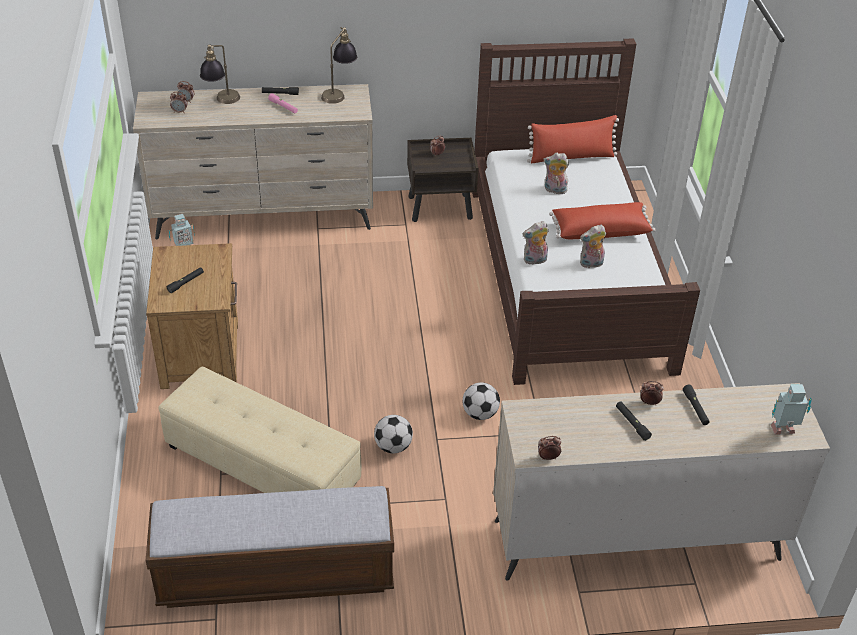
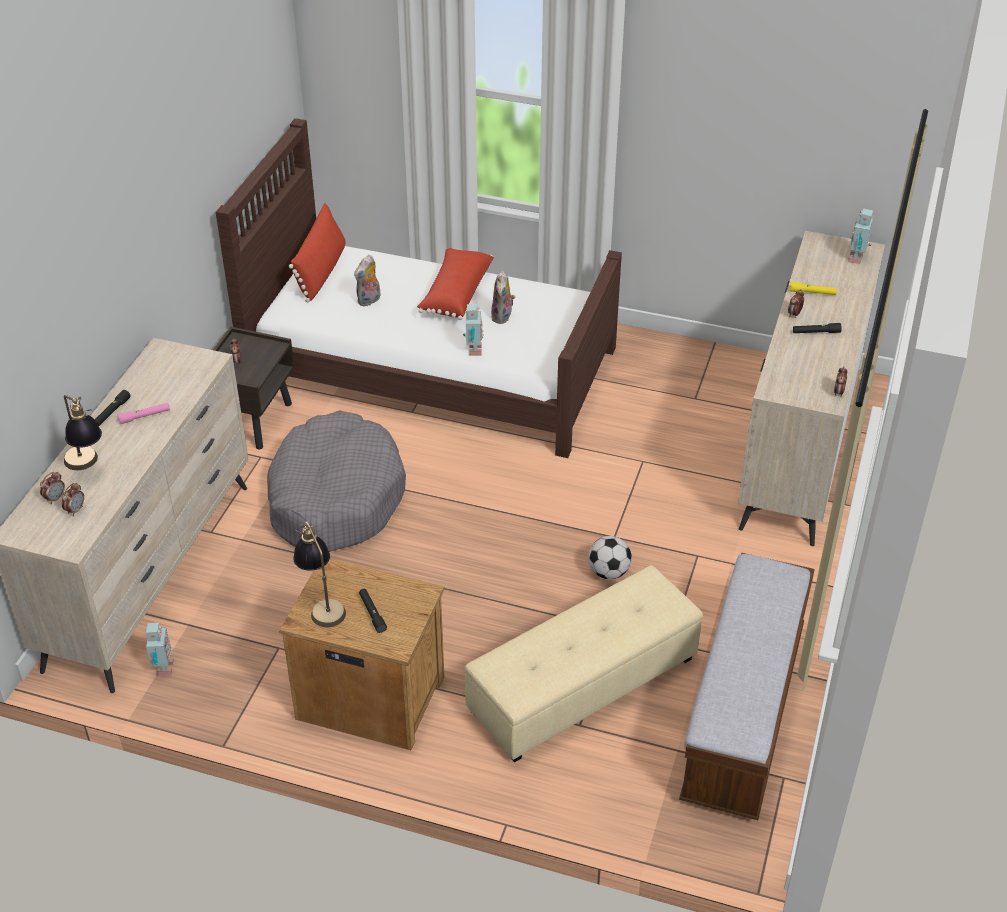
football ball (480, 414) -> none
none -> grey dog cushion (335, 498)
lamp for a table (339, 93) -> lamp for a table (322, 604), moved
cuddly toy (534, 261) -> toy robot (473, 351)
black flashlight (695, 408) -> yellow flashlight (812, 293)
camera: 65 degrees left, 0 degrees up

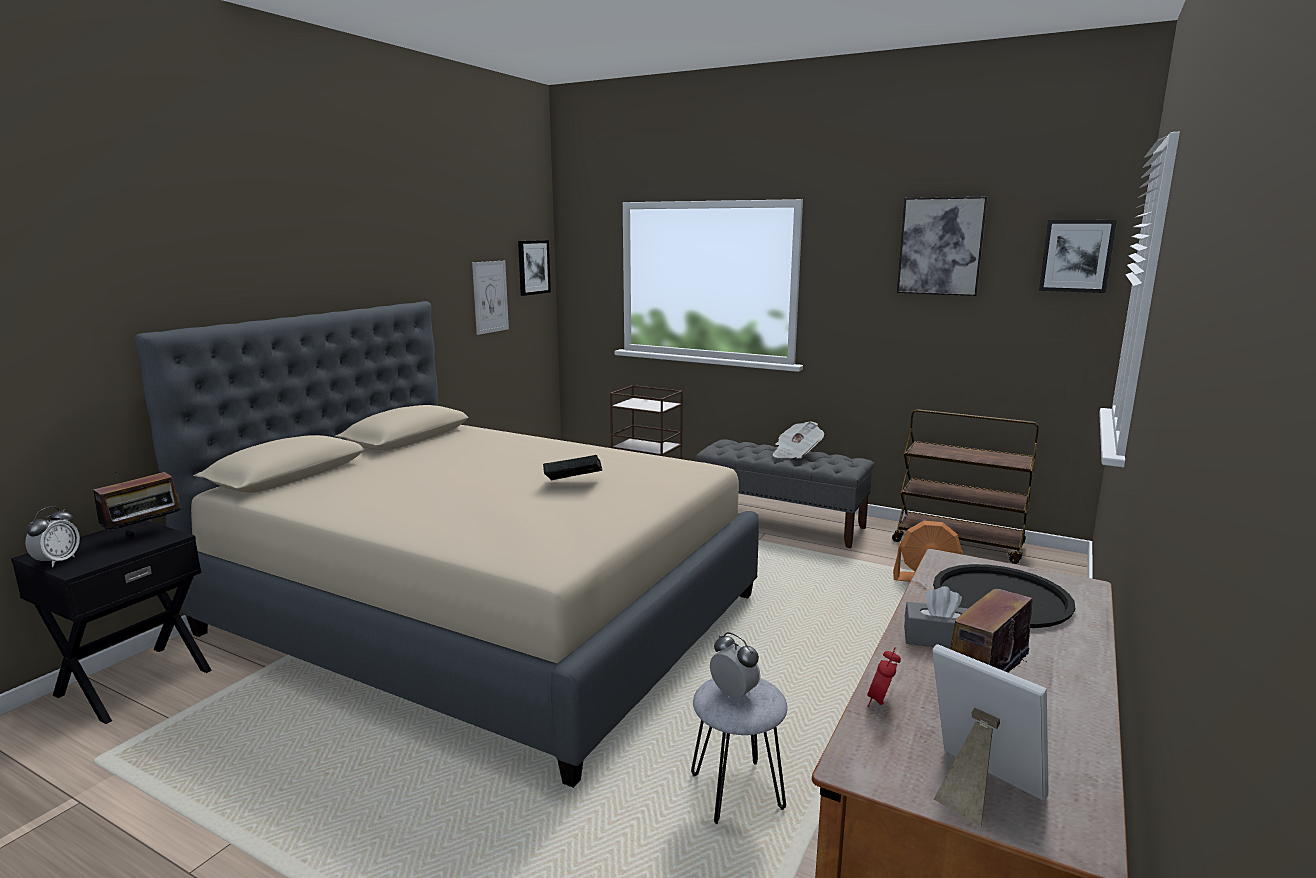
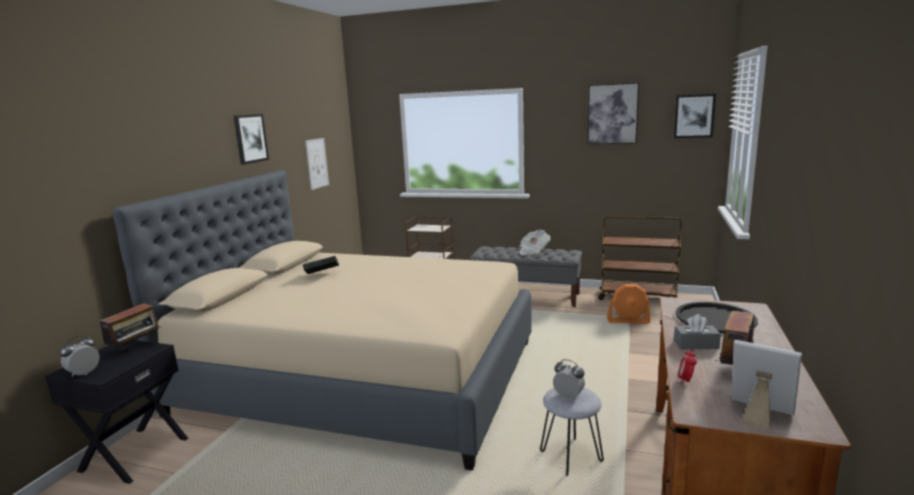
wall art (533, 267) -> wall art (250, 138), moved
bound book (573, 484) -> bound book (322, 275), moved
alarm clock (57, 561) -> alarm clock (84, 373), 150 degrees counterclockwise
camera: 10 degrees left, 0 degrees up

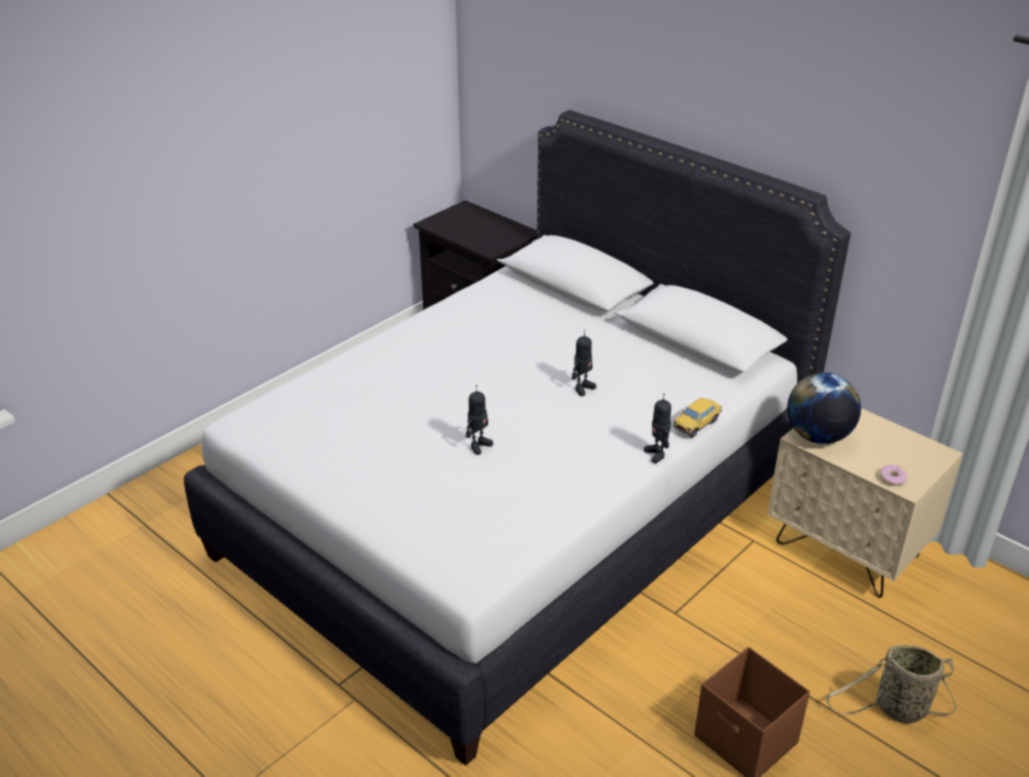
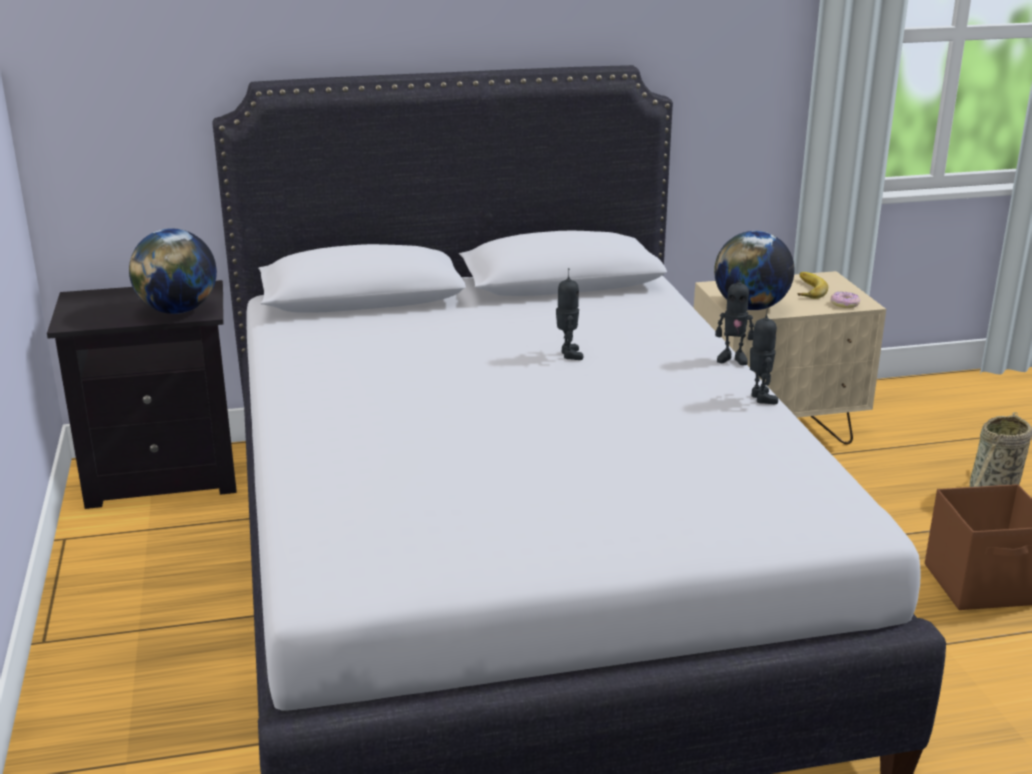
model car (696, 424) -> none
none -> desk globe (178, 311)
none -> banana fruit (805, 289)
toy robot (478, 445) -> toy robot (760, 398), moved
camera: 55 degrees left, 10 degrees down

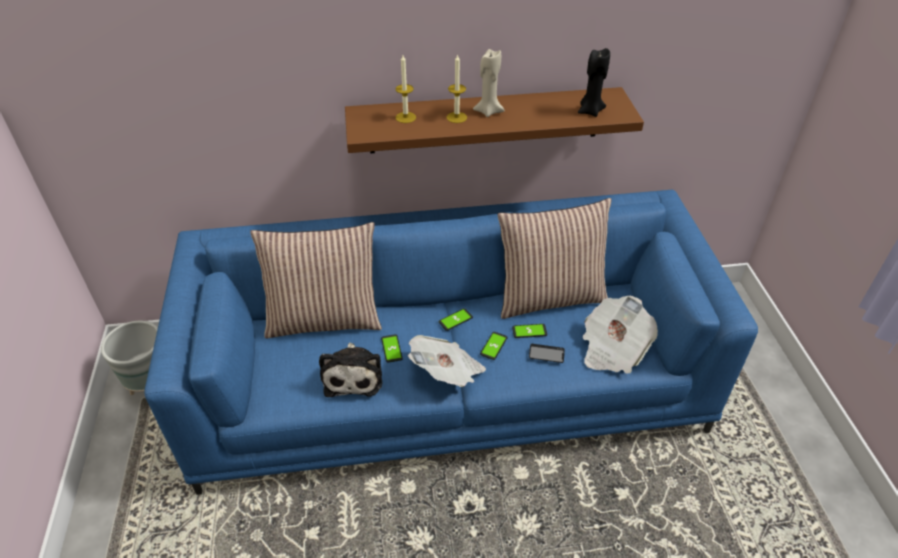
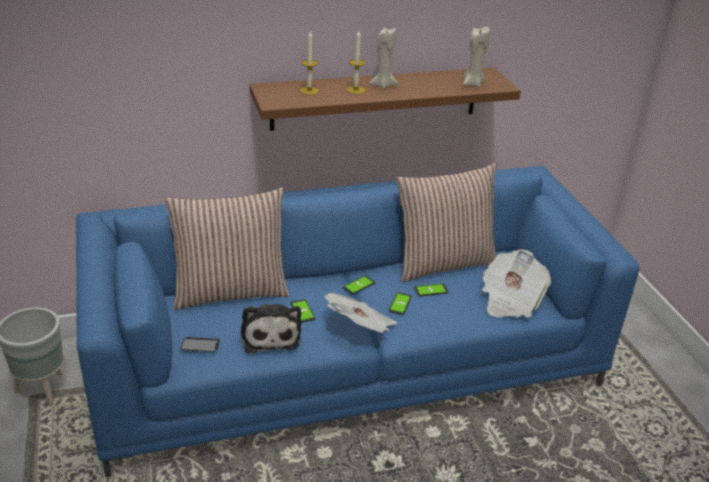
telephone (546, 354) -> telephone (200, 345), moved
black candle (590, 111) -> sand-coloured candle (472, 84)
camera: 10 degrees left, 10 degrees down

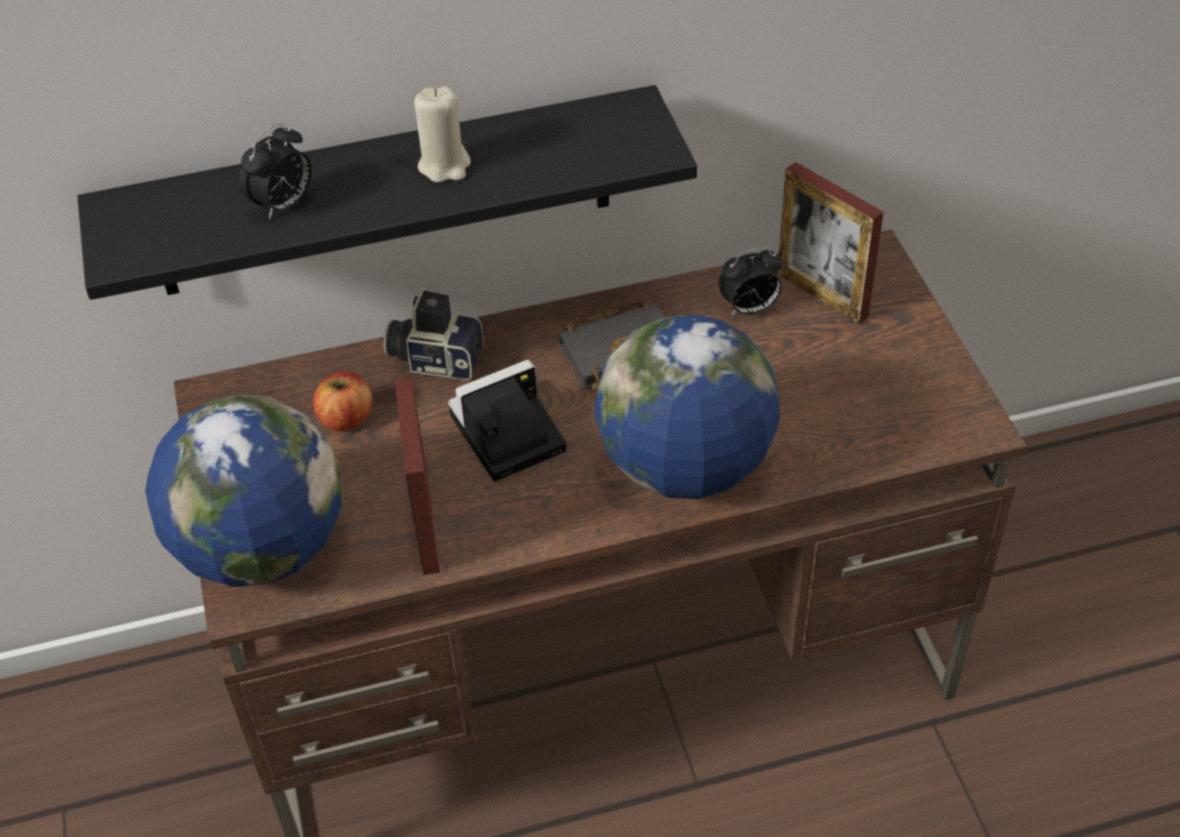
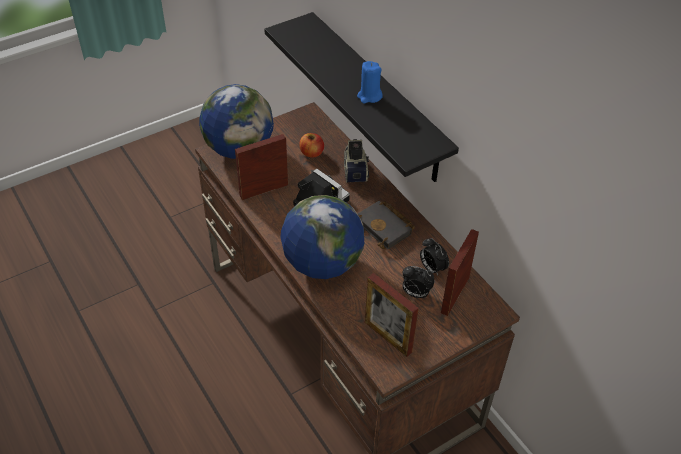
none -> photo frame (388, 337)
alarm clock (283, 205) -> alarm clock (415, 293), moved
sand-coloured candle (444, 165) -> blue candle (369, 96)
camera: 70 degrees right, 0 degrees up

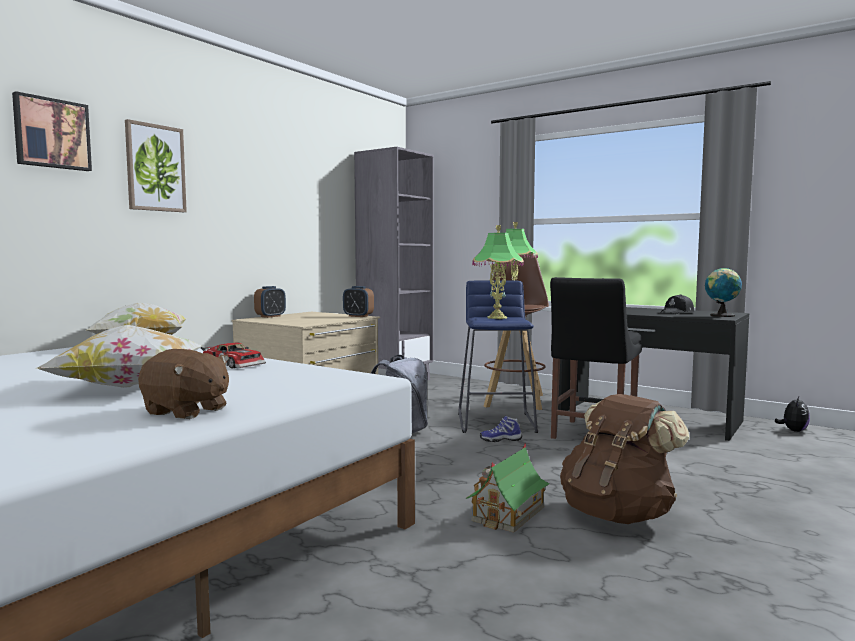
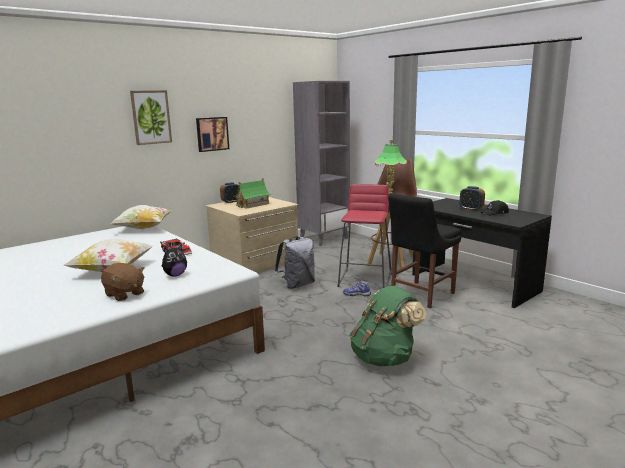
lamp for a table (496, 318) -> none
desk globe (721, 315) -> none
wall art (51, 133) -> wall art (212, 134), moved
alarm clock (358, 316) -> alarm clock (471, 209), moved
miniature house (508, 513) -> miniature house (252, 204), moved
cuddly toy (793, 430) -> cuddly toy (175, 275), moved
blue stool (497, 422) -> red stool (365, 279)
brownish knapsack (617, 514) -> green-coloured knapsack (384, 358)
camera: 15 degrees right, 10 degrees up

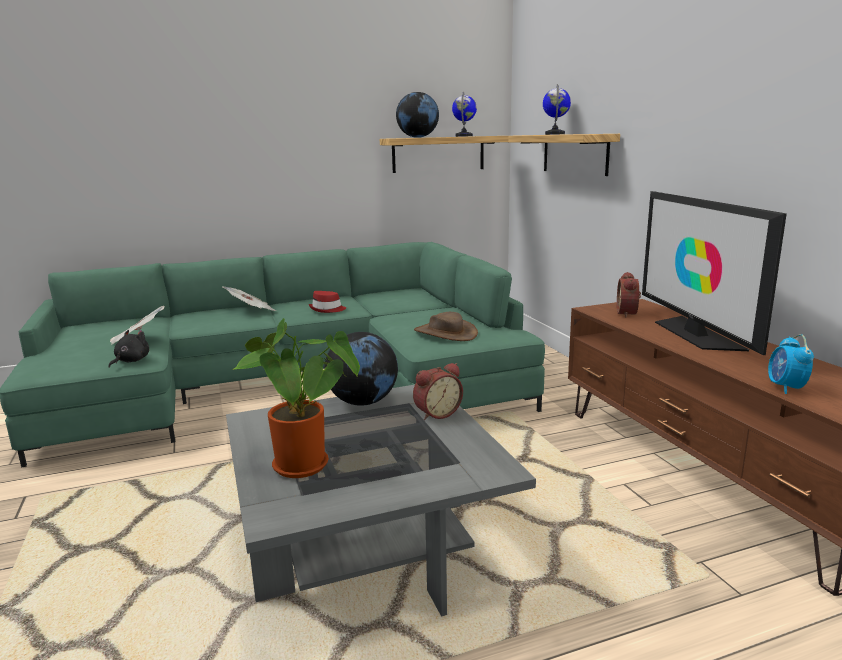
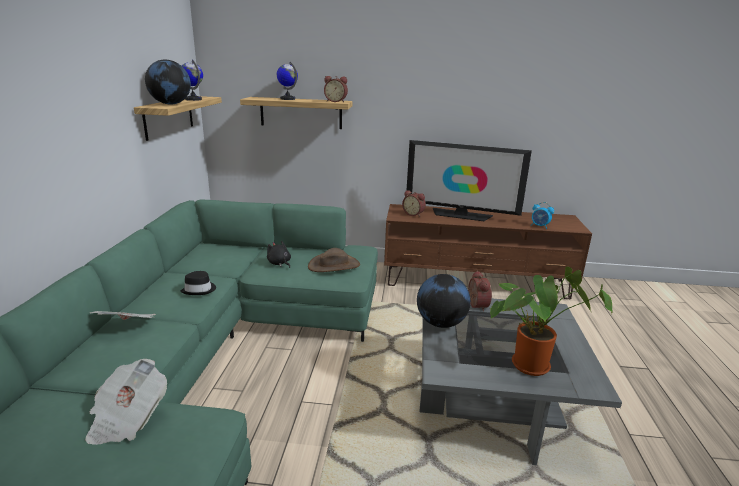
none -> alarm clock (336, 101)
black cuddly toy (131, 361) -> black cuddly toy (279, 263), moved
red clothing hat (327, 309) -> black clothing hat (199, 290)
camera: 65 degrees left, 5 degrees up

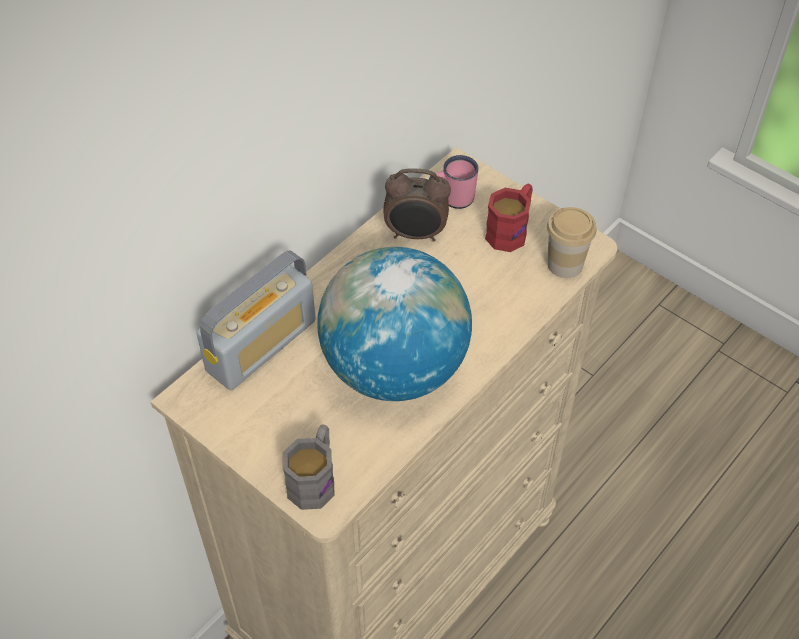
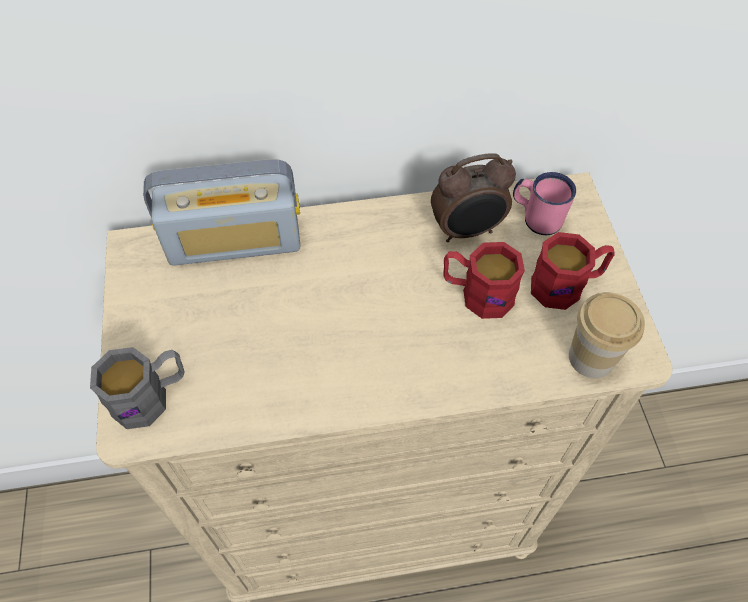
desk globe (394, 368) -> none
none -> red tea mug (477, 294)
alarm clock (416, 234) -> alarm clock (467, 231), 60 degrees counterclockwise
camera: 40 degrees right, 5 degrees up

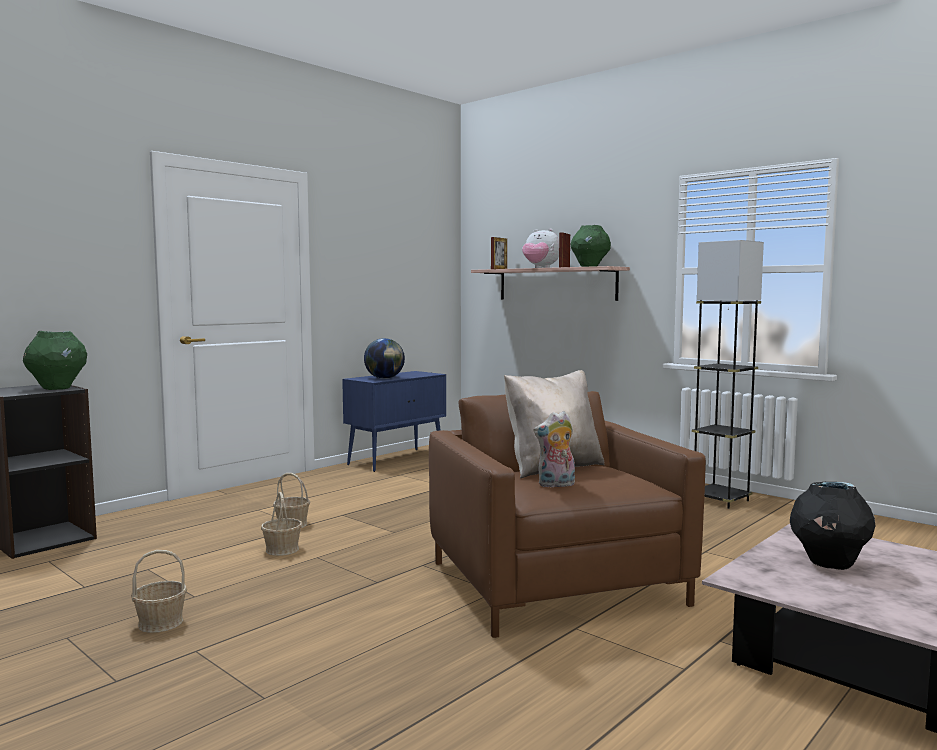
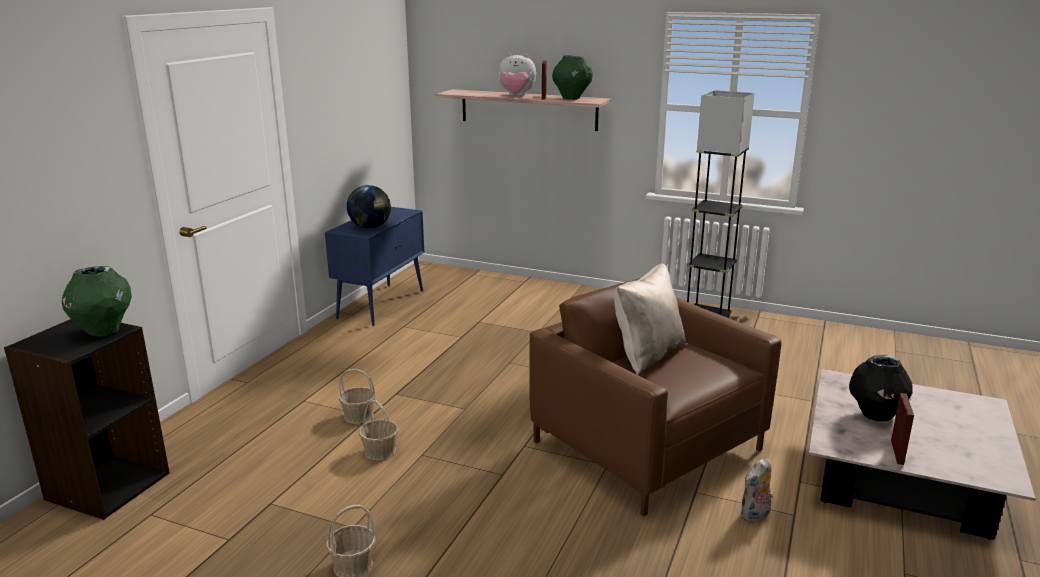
photo frame (499, 269) -> photo frame (897, 452), moved
cuddly toy (556, 485) -> cuddly toy (755, 516), moved
camera: 20 degrees left, 15 degrees up

